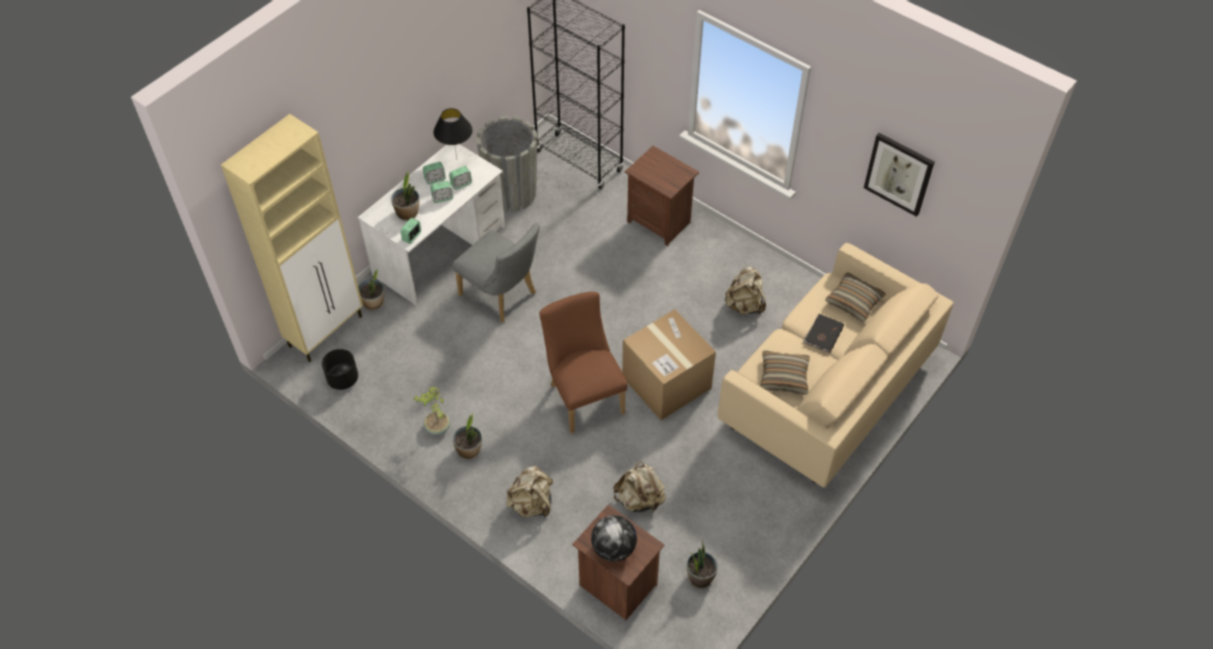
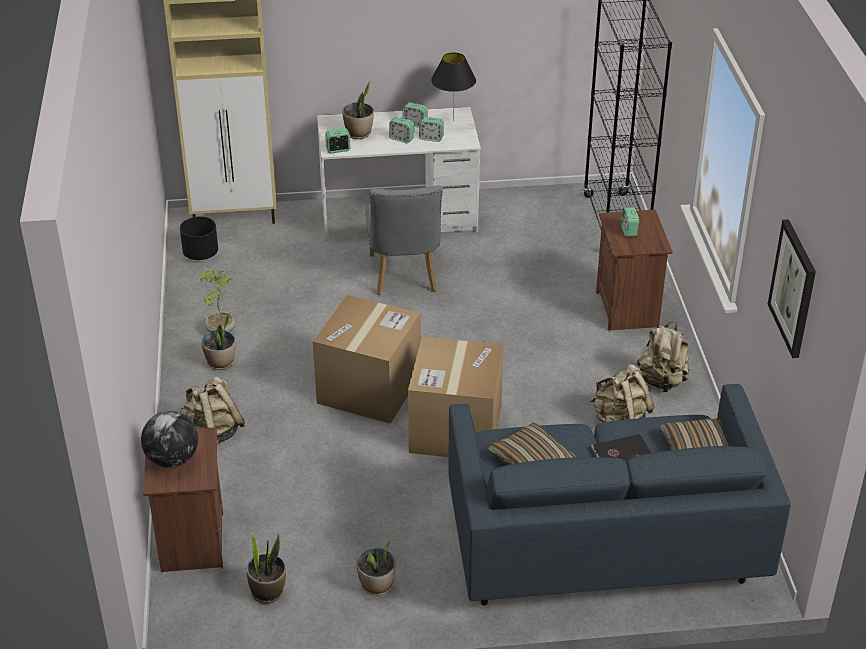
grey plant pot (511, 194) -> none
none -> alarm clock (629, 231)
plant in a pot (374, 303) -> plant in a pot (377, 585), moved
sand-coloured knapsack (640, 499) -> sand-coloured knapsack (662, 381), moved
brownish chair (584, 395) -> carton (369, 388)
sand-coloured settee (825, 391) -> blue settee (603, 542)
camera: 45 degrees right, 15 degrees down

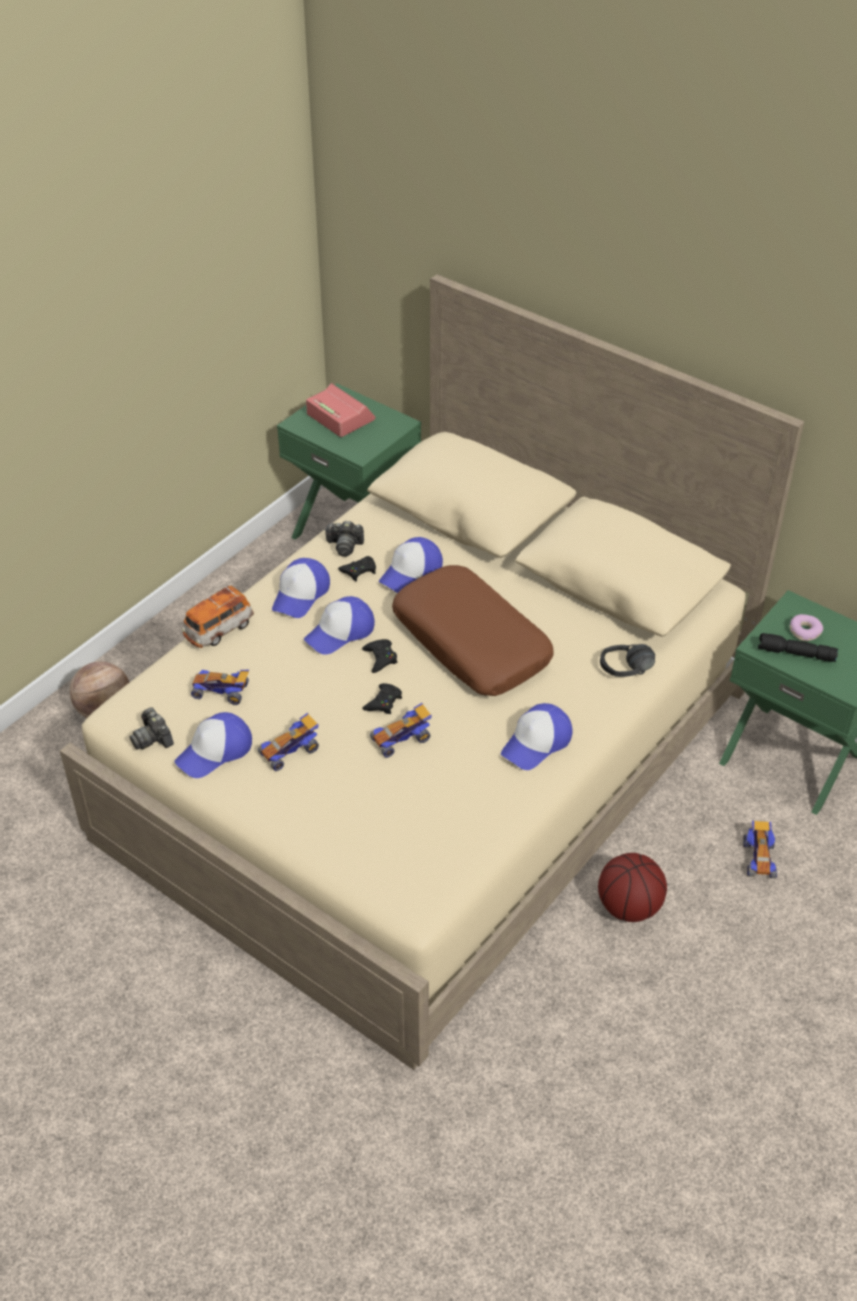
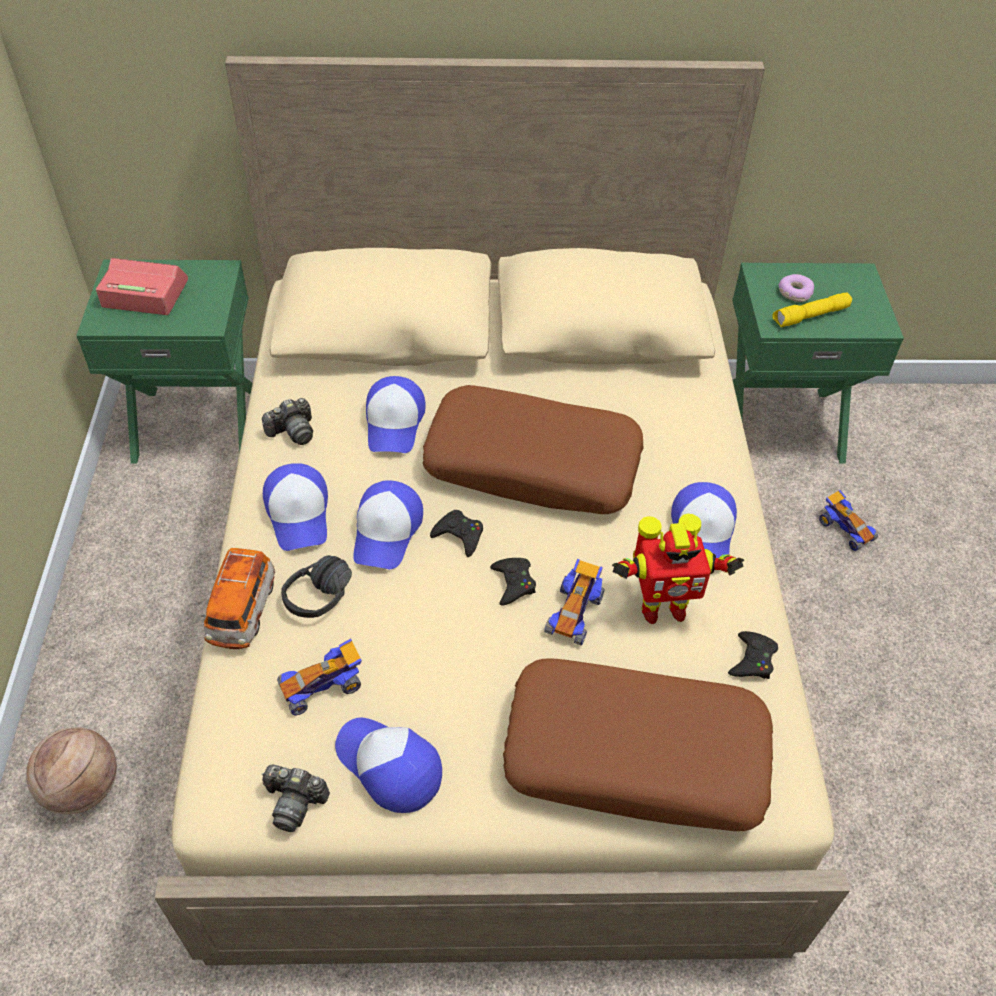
model car (290, 750) -> none
basketball (628, 906) -> none
none -> brownish pillow (635, 755)
none -> toy robot (661, 608)
black joypad (359, 571) -> black joypad (752, 660), moved
black headphones (629, 674) -> black headphones (328, 602), moved
black flashlight (795, 654) -> yellow flashlight (810, 317)
cap (215, 752) -> cap (389, 767), 120 degrees clockwise
camera: 40 degrees left, 5 degrees up

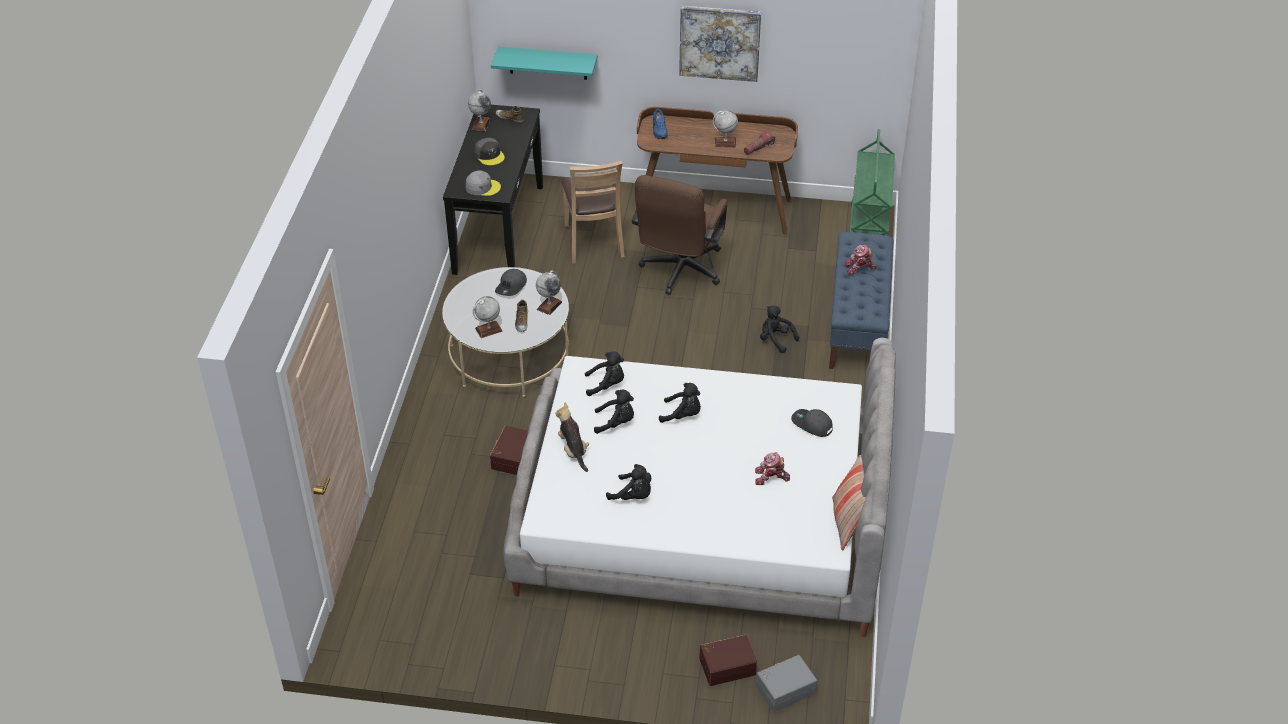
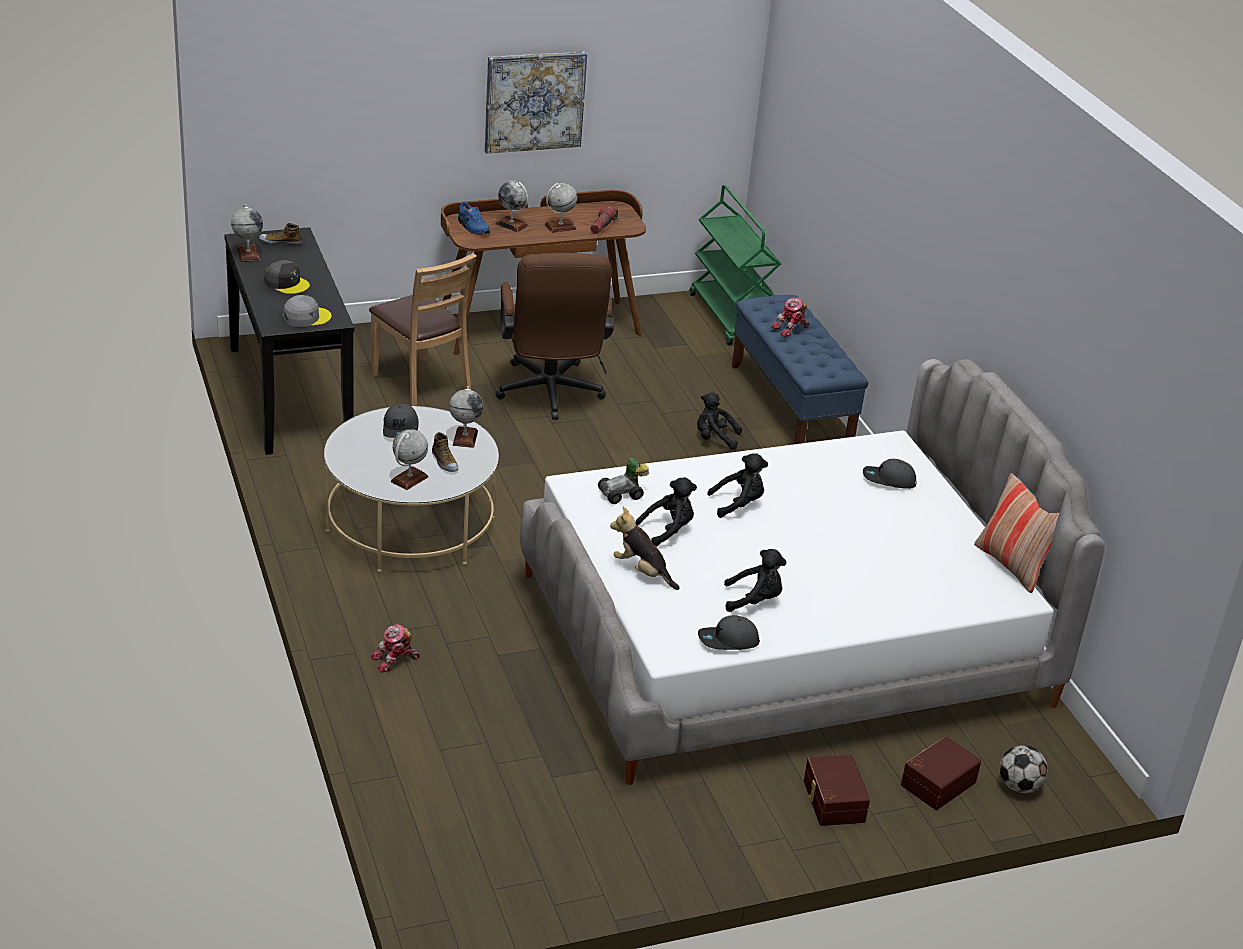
turquoise wall shelf (548, 63) -> none
none -> desk globe (511, 225)
none -> grey cap (728, 641)
brownish storage box (511, 457) -> brownish storage box (832, 801), moved
toy robot (770, 477) -> toy robot (395, 660), moved
black cuddly toy (606, 385) -> model car (623, 494)
grey storage box (784, 688) -> football ball (1018, 786)
camera: 30 degrees left, 10 degrees down

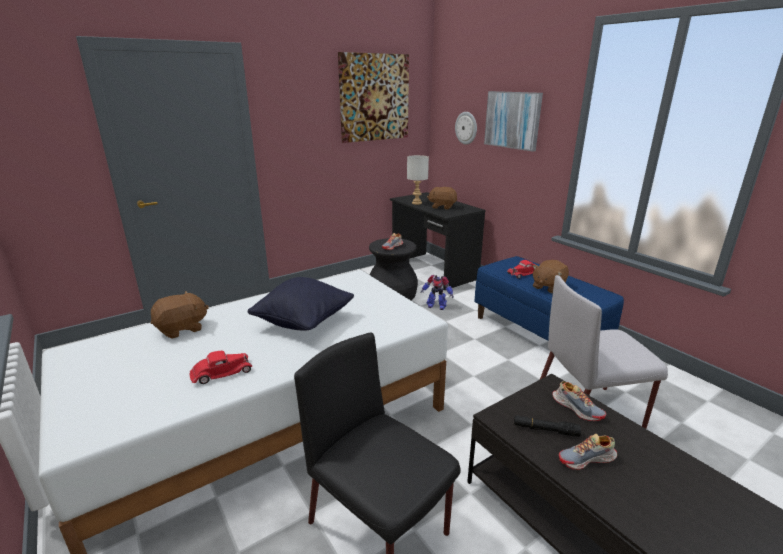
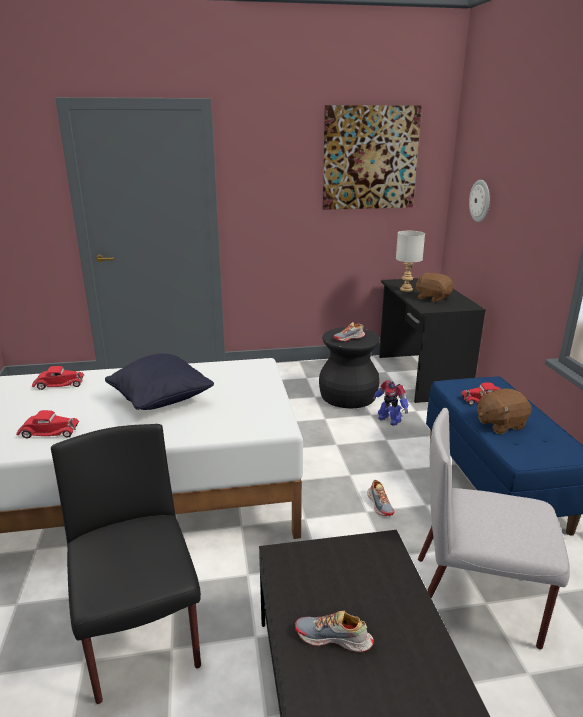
wall art (512, 120) -> none
black flashlight (545, 430) -> none
shoe (577, 408) -> shoe (380, 504), moved
brownish cuddly toy (182, 329) -> red model car (58, 384)
camera: 25 degrees right, 0 degrees up

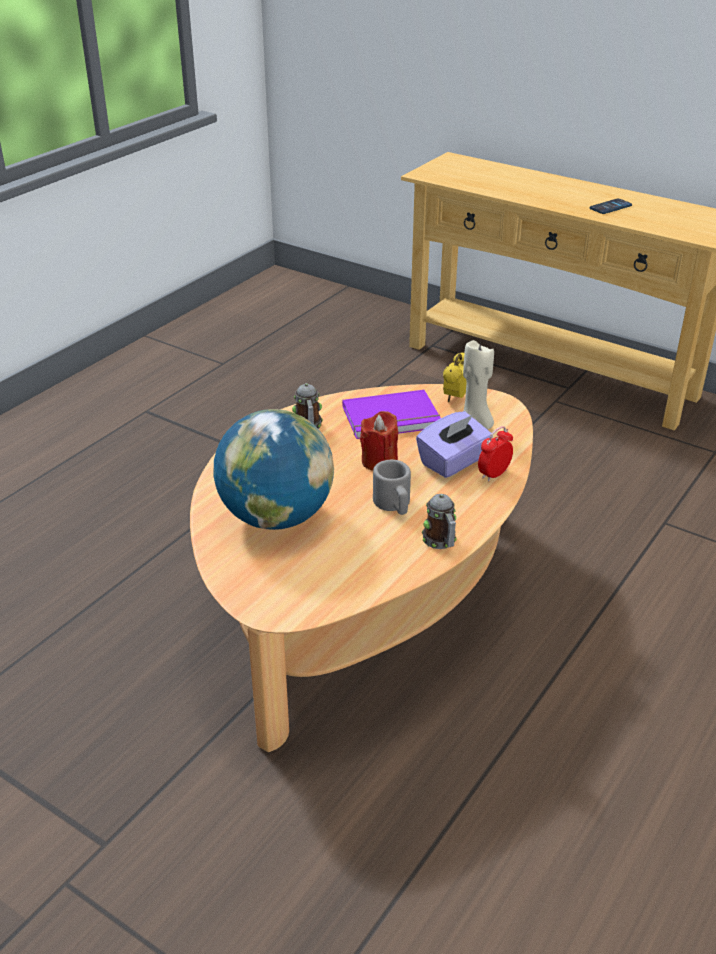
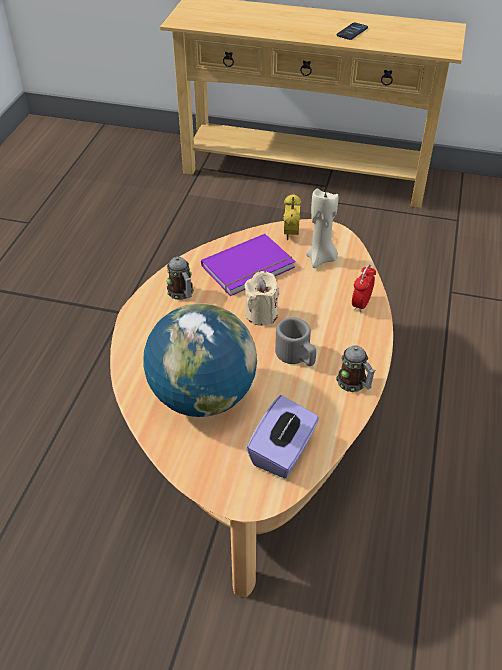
purple-coloured box of tissues (453, 462) -> purple-coloured box of tissues (283, 452), moved
red candle (379, 461) -> sand-coloured candle (261, 314)
camera: 20 degrees left, 10 degrees up

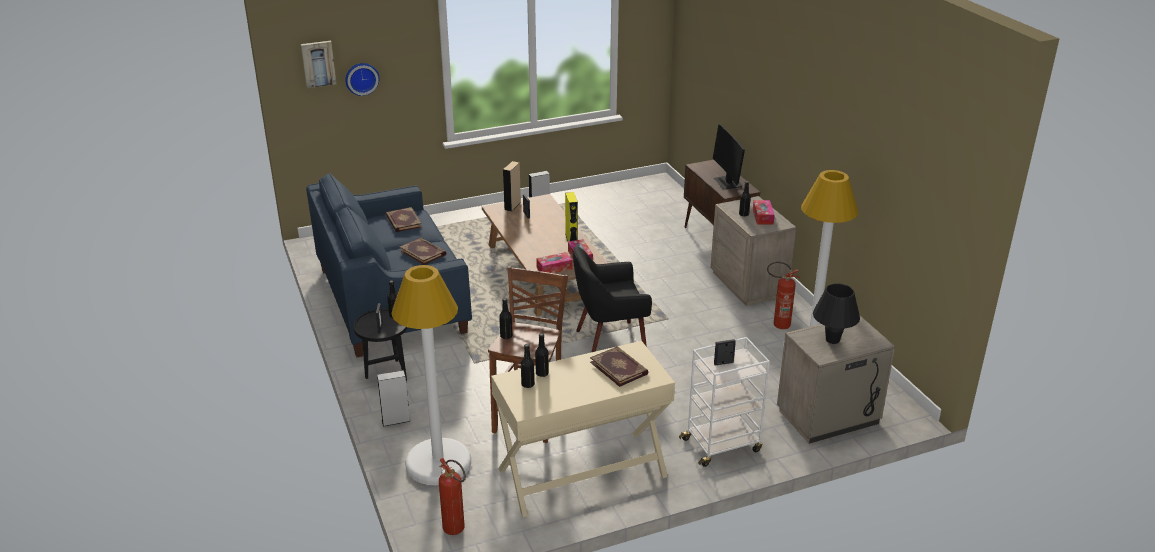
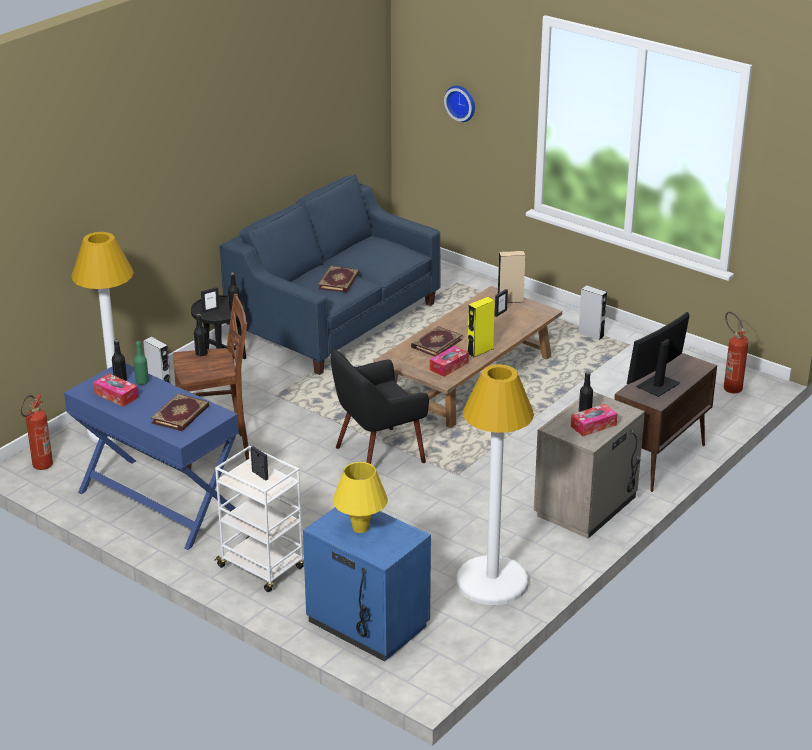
wall art (318, 63) -> none
bound book (403, 221) -> bound book (436, 343), moved
box of tissues (554, 268) -> box of tissues (116, 395), moved
fire-fighting cylinder (777, 325) -> fire-fighting cylinder (729, 386), moved
sand-coloured desk unit (582, 473) -> blue desk unit (158, 503)
black bottle (542, 373) -> green-coloured bottle (142, 382)
sand-coloured night table (828, 417) -> blue night table (366, 624)
black lamp for a table (832, 340) -> yellow lamp for a table (360, 528)
black armchair (609, 342) -> black armchair (378, 454), 75 degrees counterclockwise
camera: 60 degrees right, 0 degrees up

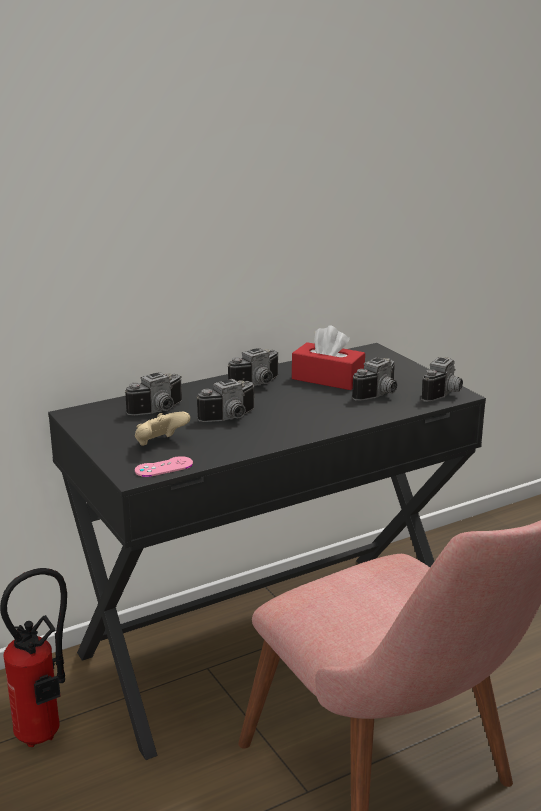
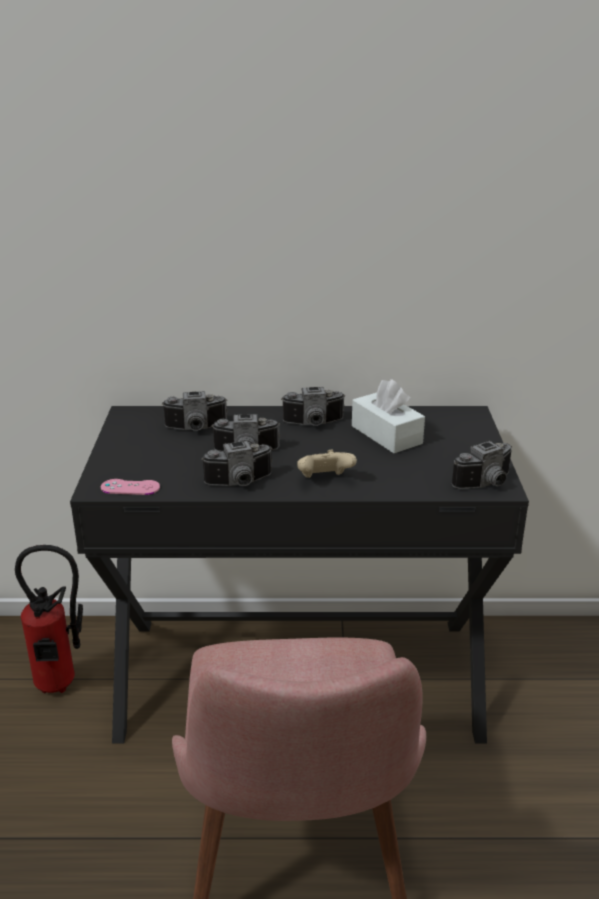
sand-coloured joypad (160, 444) -> sand-coloured joypad (324, 480), moved
still camera (380, 395) -> still camera (240, 483), moved
red box of tissues (328, 379) -> whitish box of tissues (386, 435)
camera: 30 degrees right, 5 degrees up

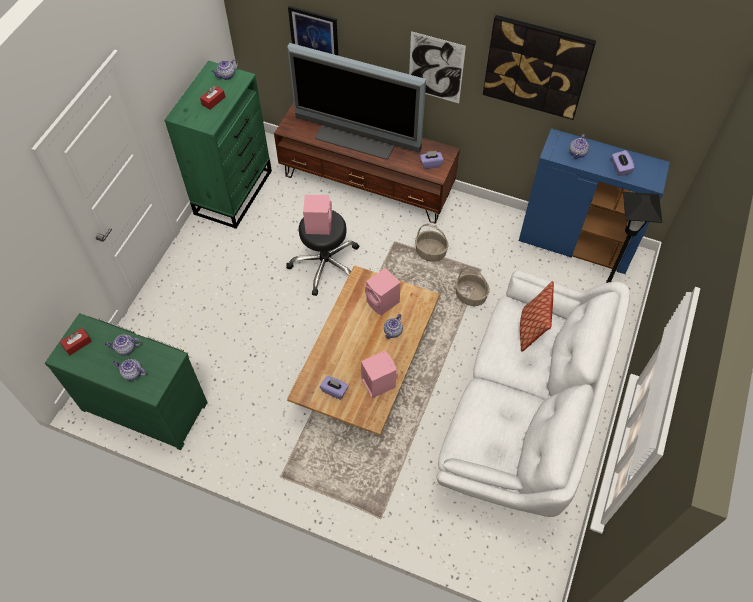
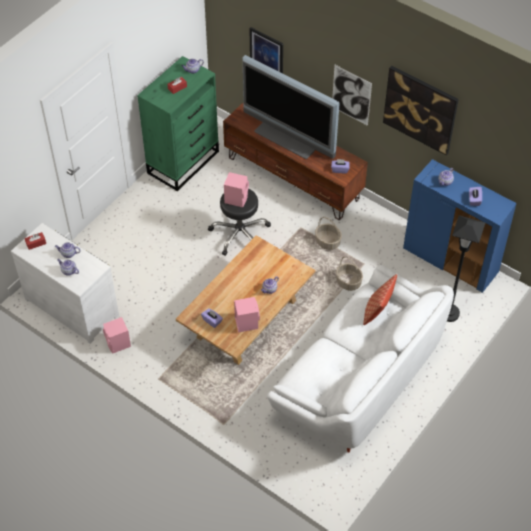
pink audio speaker (383, 302) -> pink audio speaker (118, 344), moved
green-coloured dresser (145, 403) -> whitish dresser (73, 305)
camera: 15 degrees right, 5 degrees down

